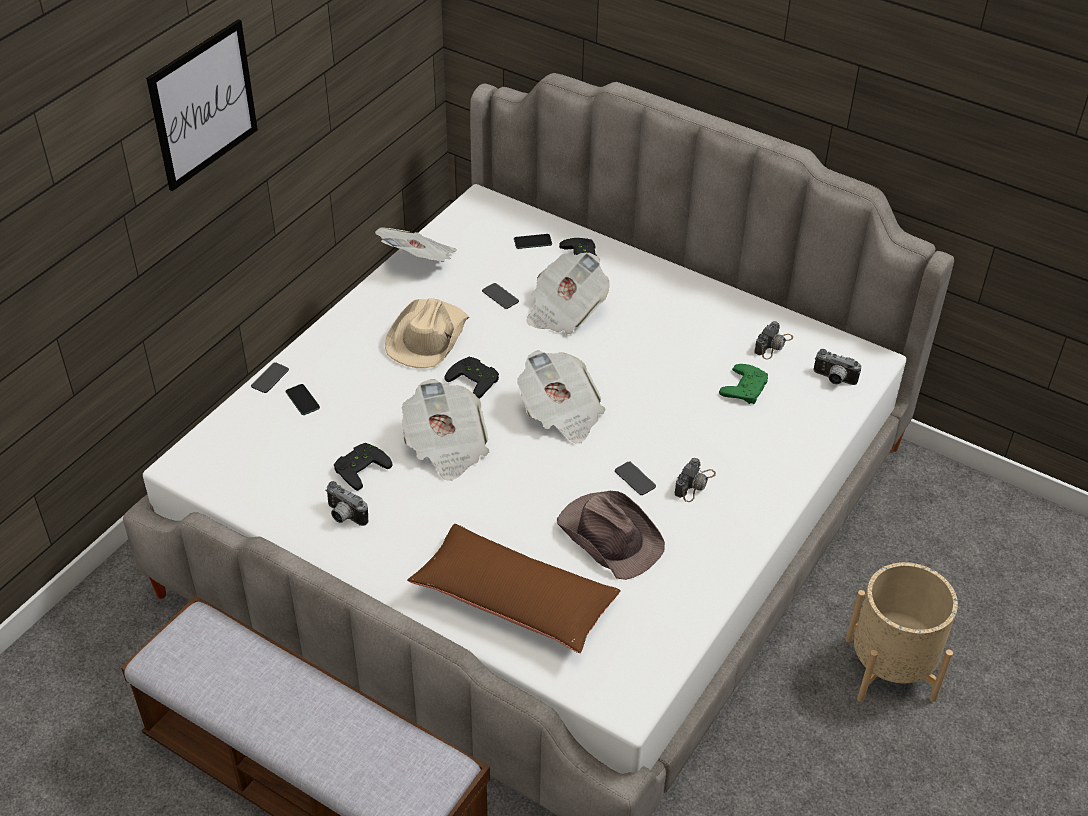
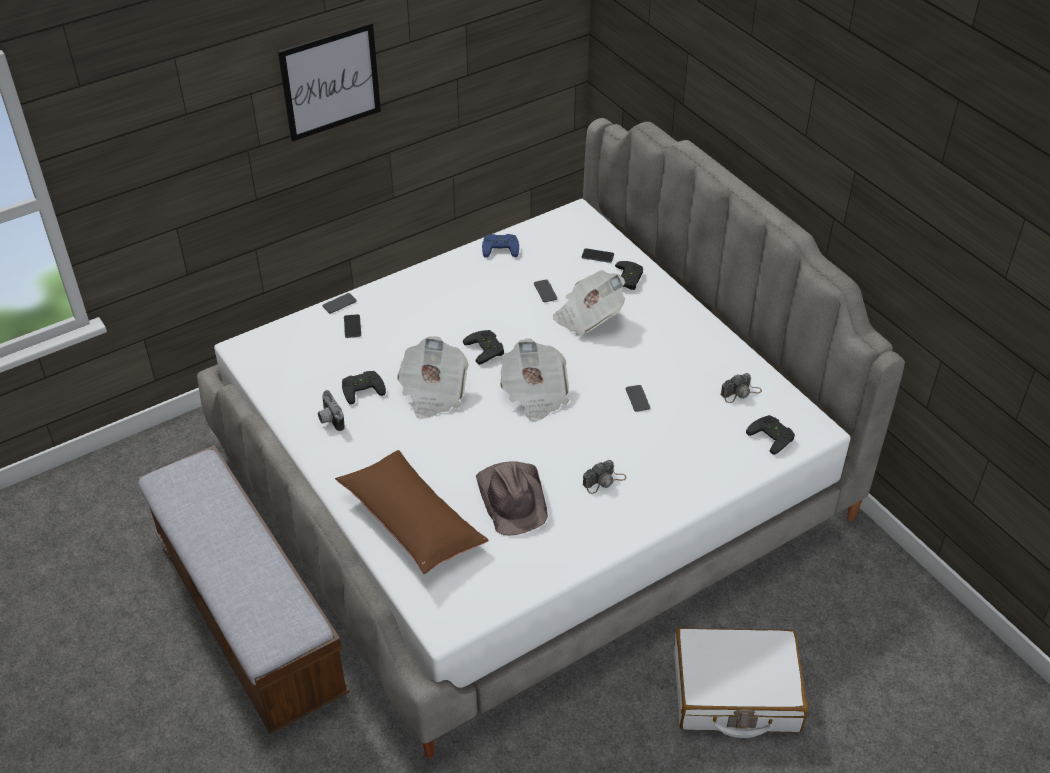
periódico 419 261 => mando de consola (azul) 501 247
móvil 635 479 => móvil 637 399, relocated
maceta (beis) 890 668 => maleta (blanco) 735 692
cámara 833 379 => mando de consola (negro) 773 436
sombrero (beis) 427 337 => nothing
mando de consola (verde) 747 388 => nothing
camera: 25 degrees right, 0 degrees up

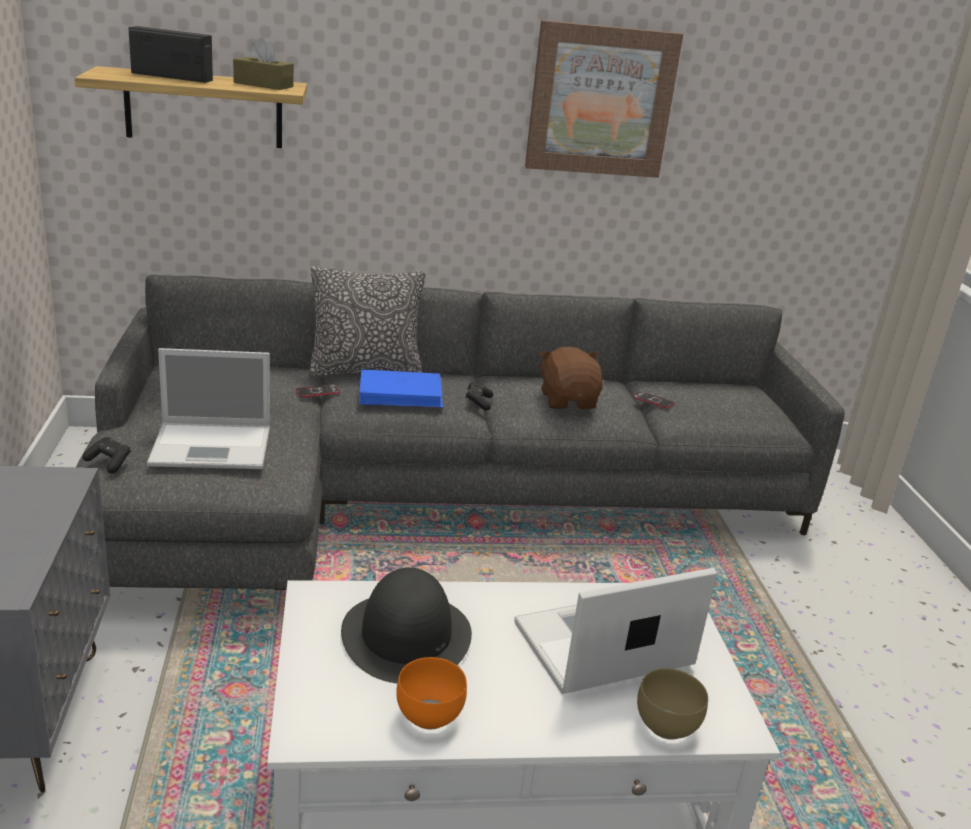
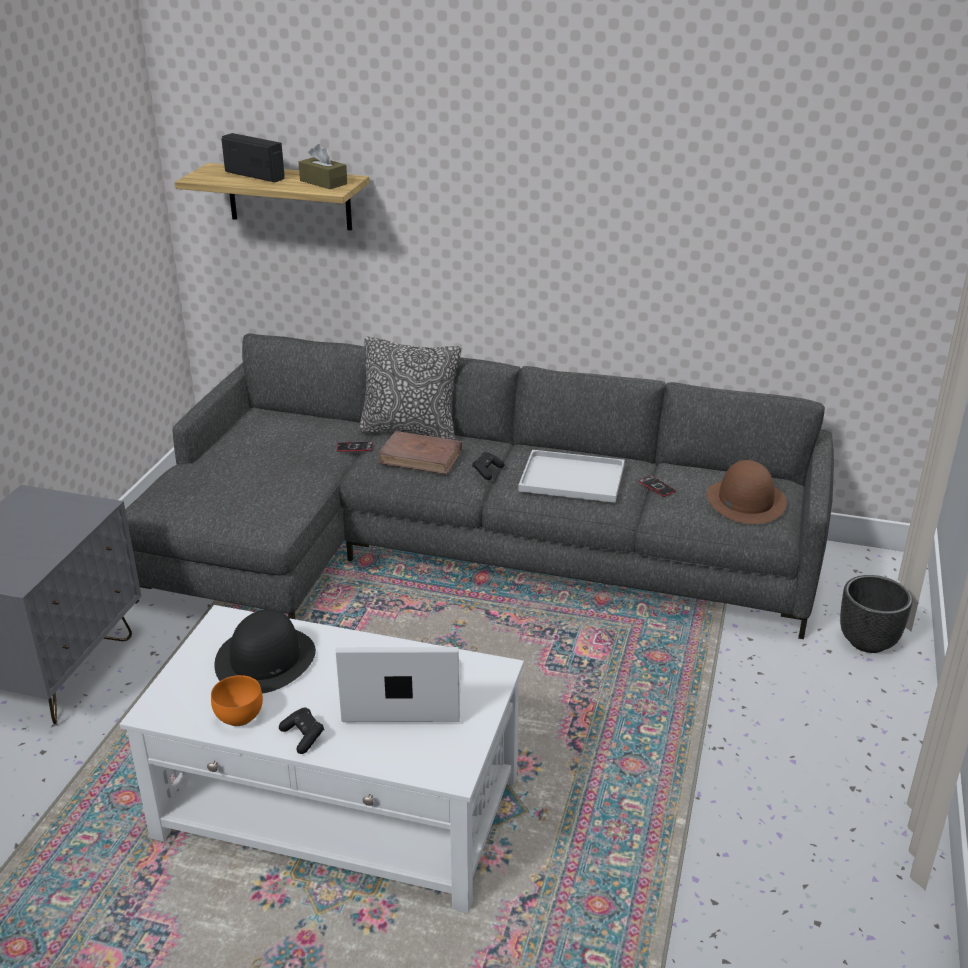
mando de consola (negro) 109 462 => mando de consola (negro) 303 736, relocated
libro (azul) 401 394 => libro (marrón) 420 457
peluche (marrón) 568 401 => bandeja (blanco) 570 478
nothing => sombrero (marrón) 745 500
nothing => maceta (negro) 868 642
portátil 214 446 => nothing
cuadro 600 101 => nothing
cuenco (marrón) 668 724 => nothing
camera: 25 degrees right, 5 degrees up

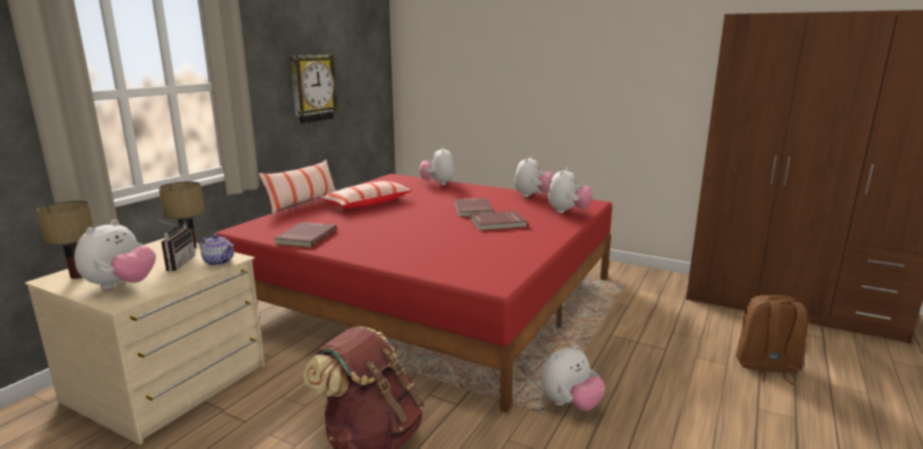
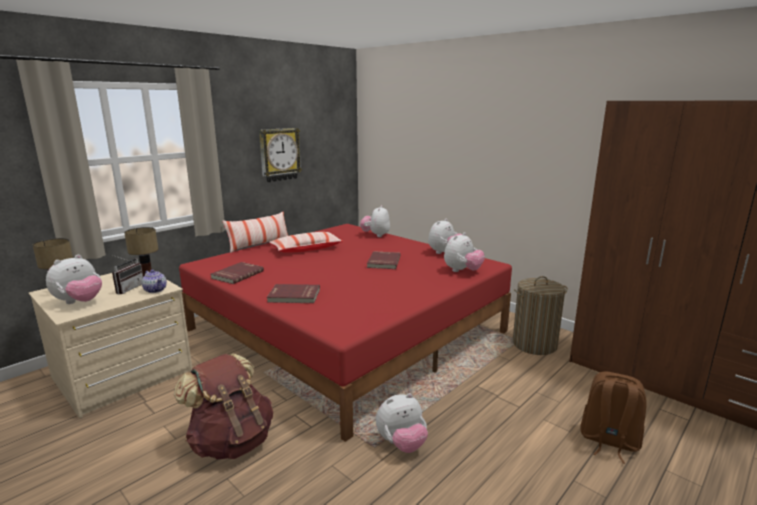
libro (rojo) 498 223 => libro (rojo) 294 296, relocated
nothing => cesto de la ropa 534 344
camera: 15 degrees right, 0 degrees up

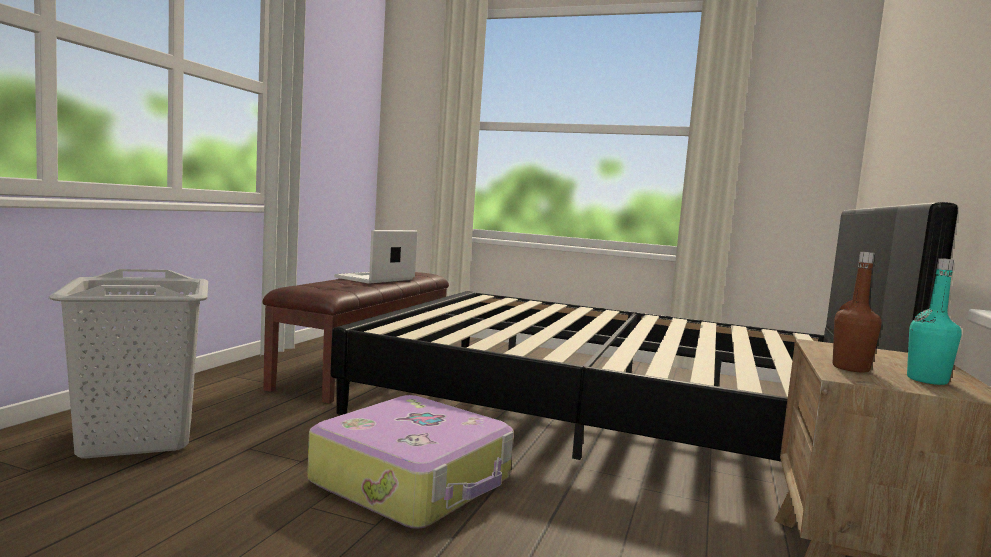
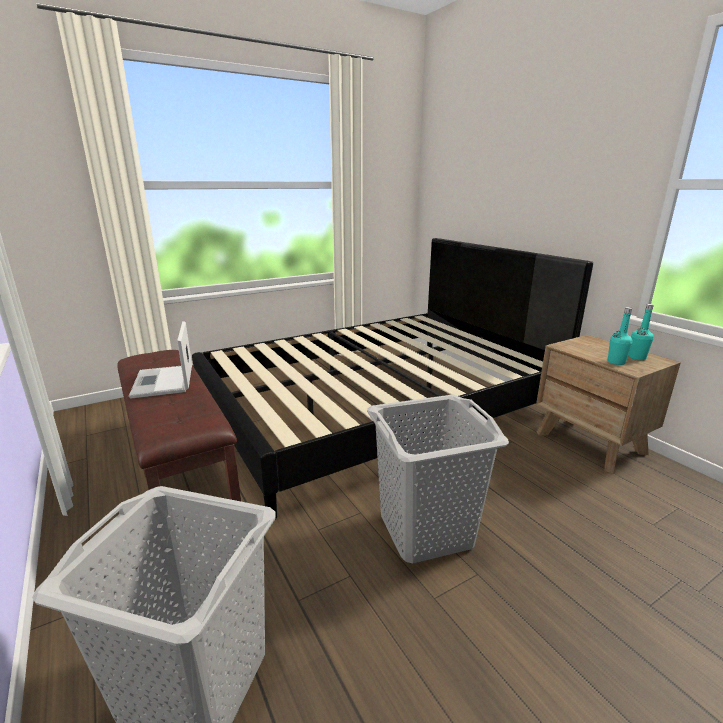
maleta 414 481 => cesto de la ropa (gris) 425 530
botella (marrón) 850 368 => botella (turquesa) 616 362
camera: 50 degrees left, 15 degrees up

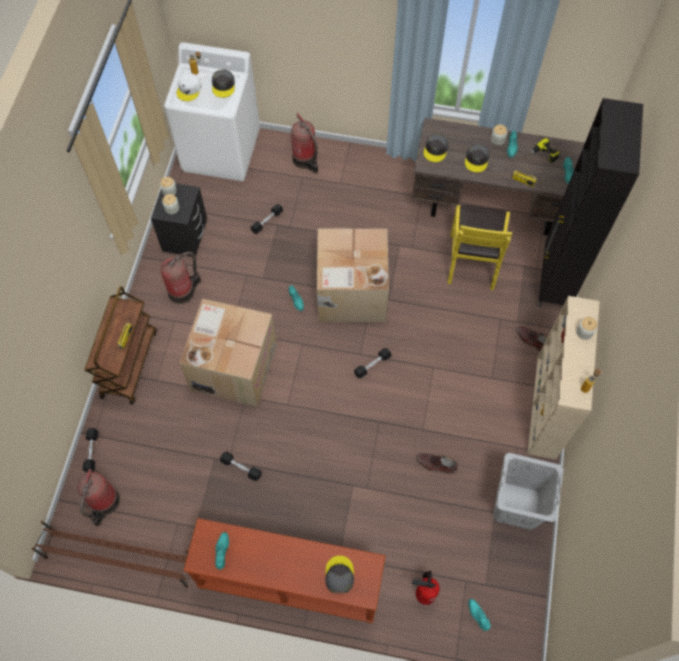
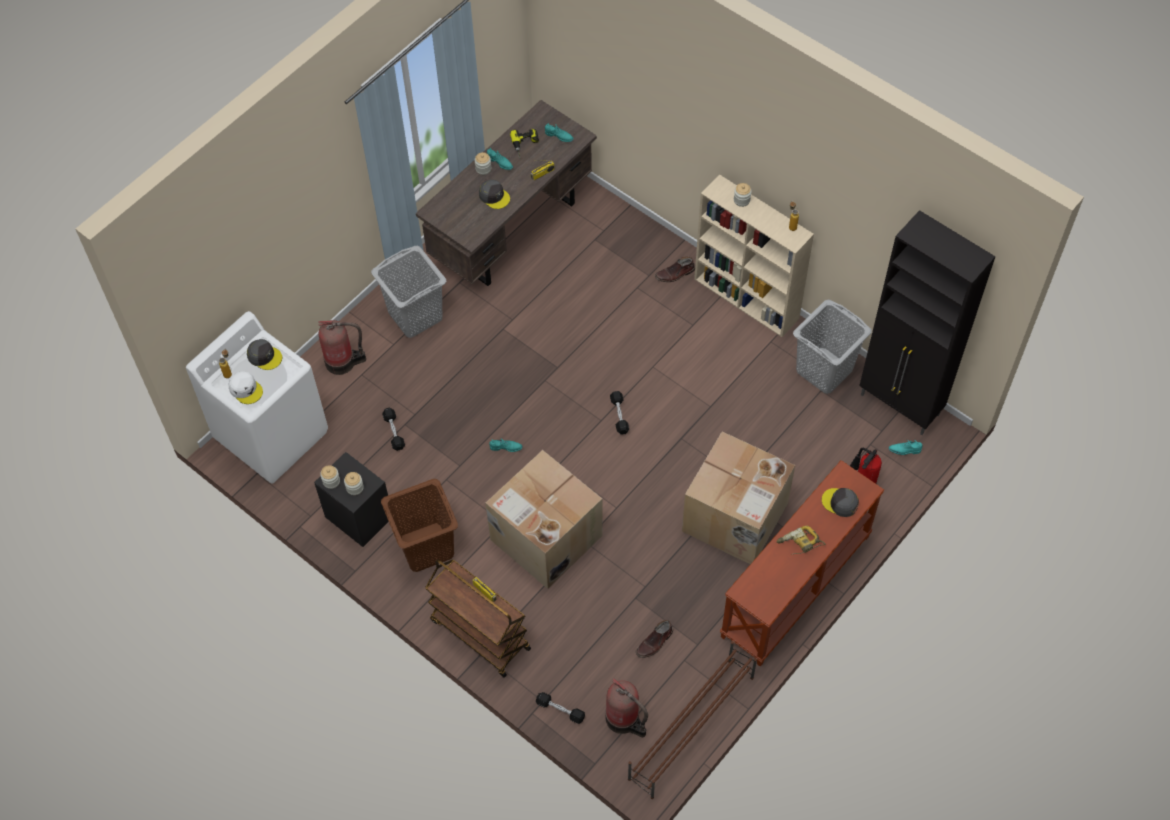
nothing => cesto de la ropa (gris) 415 315
extintor 183 290 => cesto de la ropa (marrón) 425 547
bota (marrón) 436 464 => bota (marrón) 655 642, relocated
caja de cartón 350 293 => caja de cartón 735 518, relocated
nothing => taladro 799 544
armario (negro) 553 282 => armario (negro) 900 405, relocated
zapato (turquesa) 222 551 => nothing
mancuerna (negro) 241 468 => nothing
gorra (gris) 436 150 => nothing
silla (amarillo) 473 261 => nothing
camera: 60 degrees left, 5 degrees down

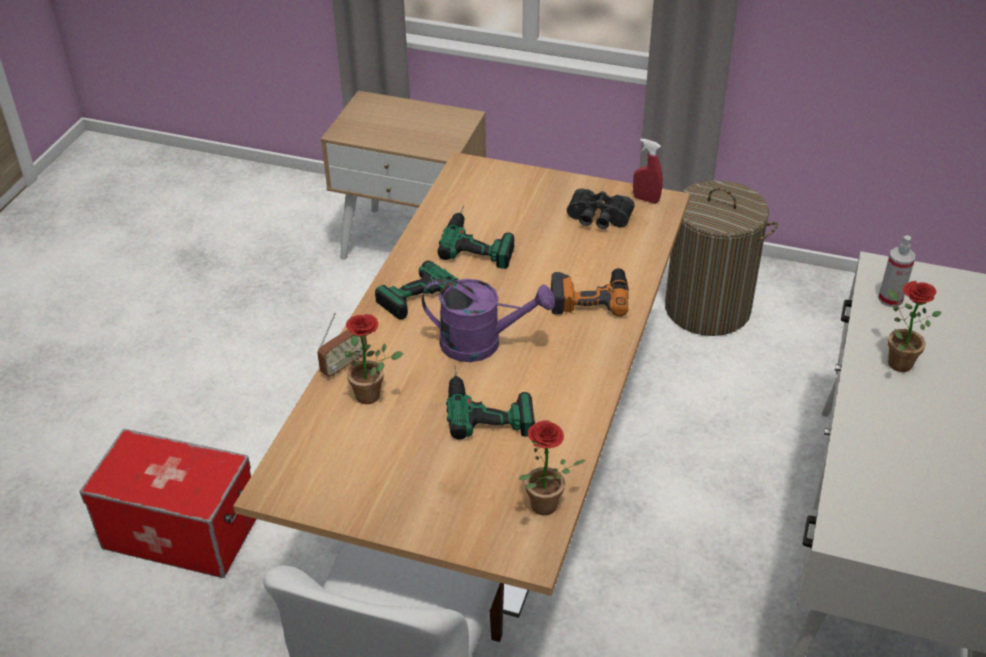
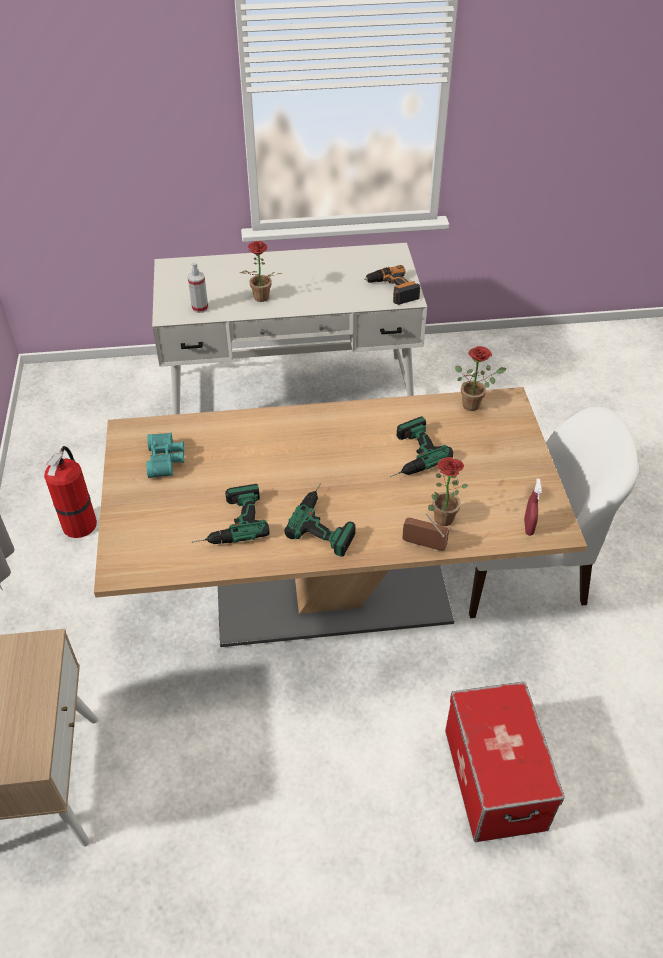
cesto de la ropa 707 308 => extintor 80 523
prismáticos (negro) 598 219 => prismáticos (turquesa) 167 460
taladro 589 297 => taladro 392 290, relocated
pulverizador (rojo) 646 199 => pulverizador (rojo) 528 527, relocated
regadera (morado) 482 343 => nothing
camera: 115 degrees left, 5 degrees up

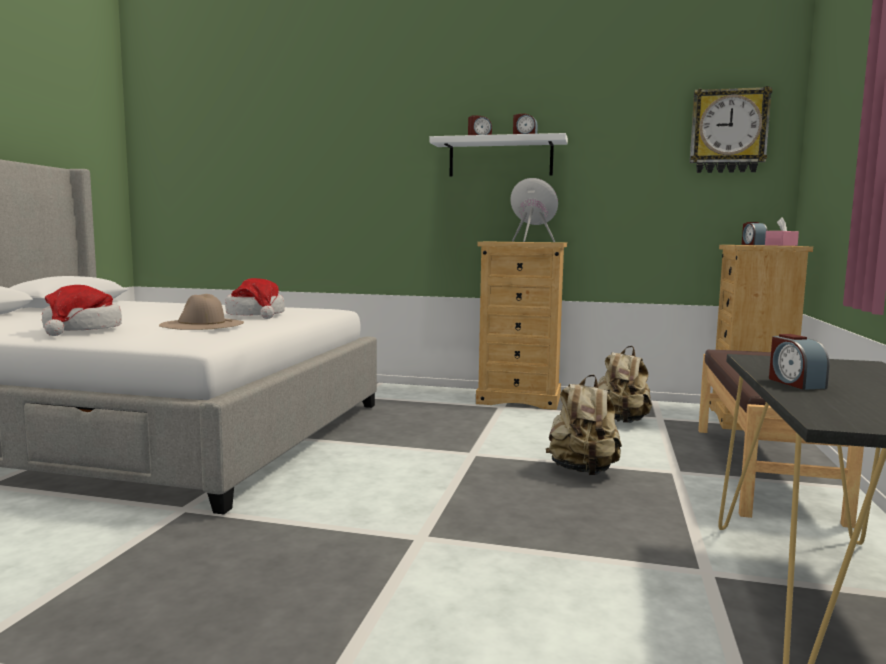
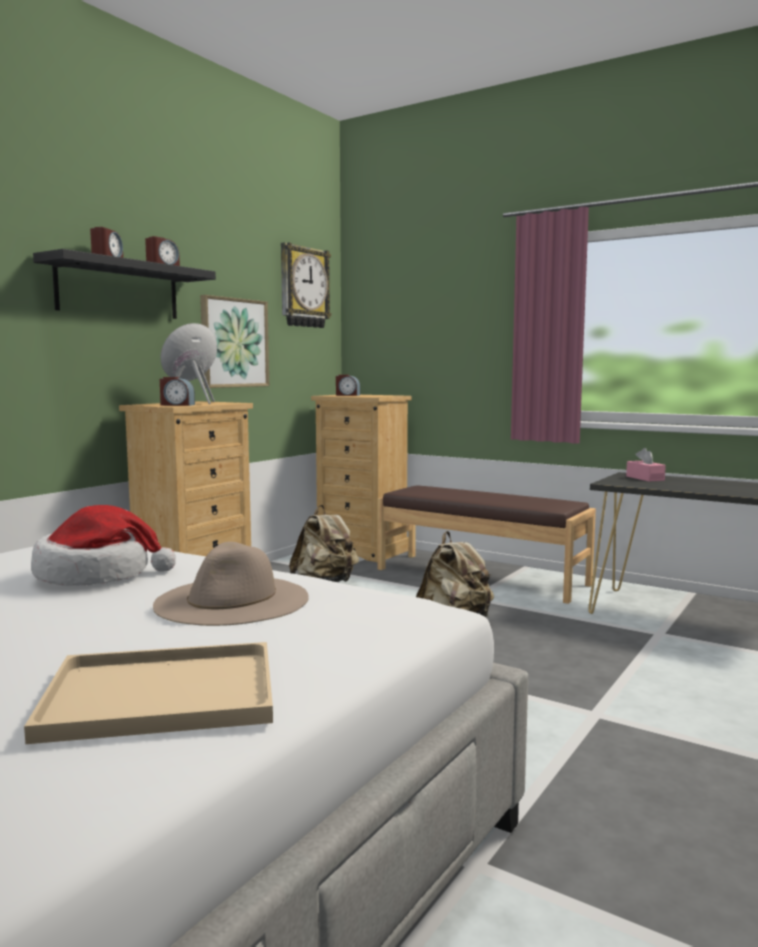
sombrero 81 329 => bandeja (beis) 167 692
estante (blanco) 500 157 => estante (negro) 118 289
despertador 795 383 => despertador 177 405, relocated
nothing => cuadro 234 343
caja de pañuelos (rosa) 781 245 => caja de pañuelos (rosa) 645 478, relocated
camera: 70 degrees left, 0 degrees up

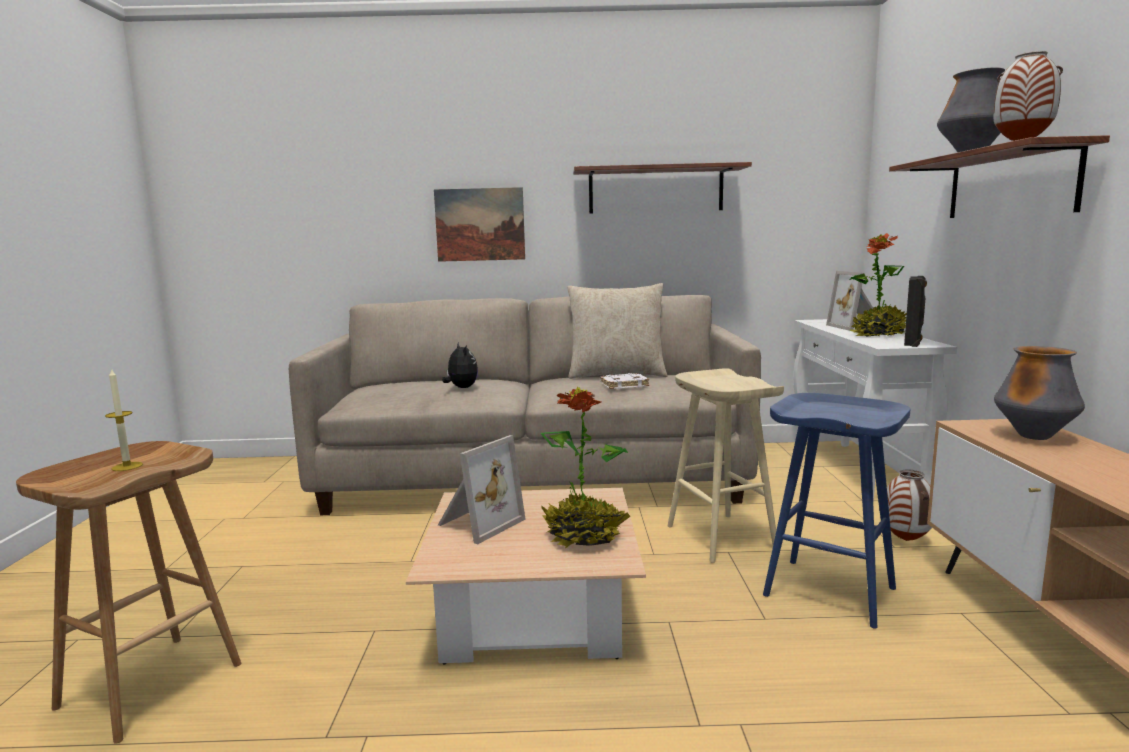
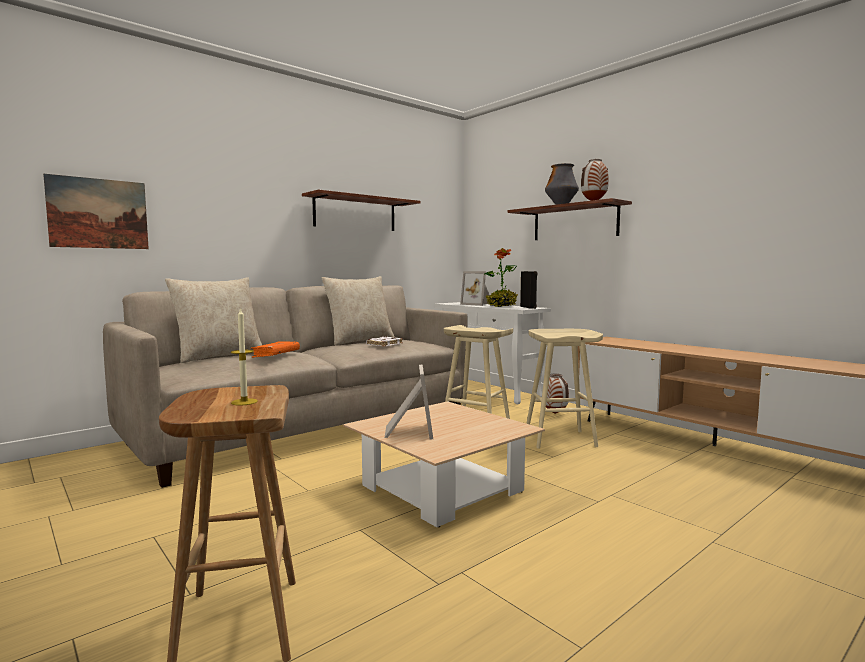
cuadro 480 224 => cuadro 98 213, relocated
nothing => cojín (beis) 219 357
peluche 461 388 => libro (naranja) 276 355
taburete (azul) 831 591 => taburete (beis) 560 439
planta en maceta 584 537 => nothing
florero 1034 436 => nothing
camera: 40 degrees left, 5 degrees down

